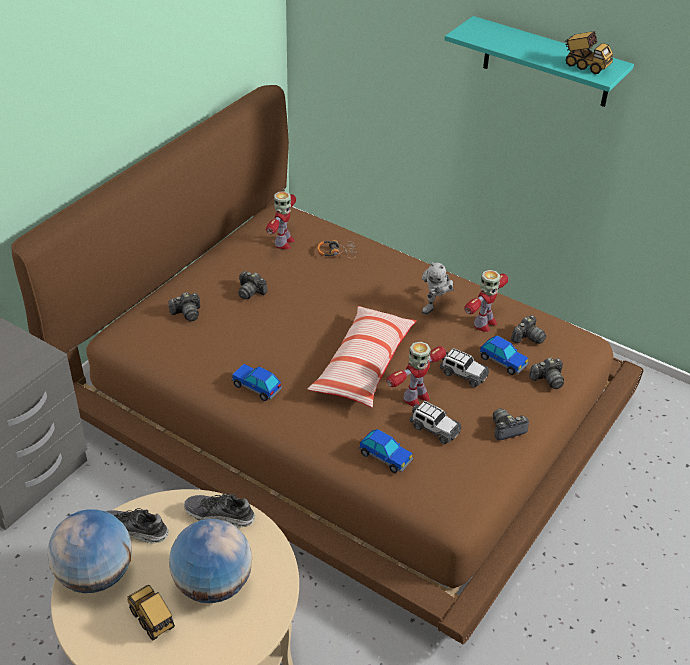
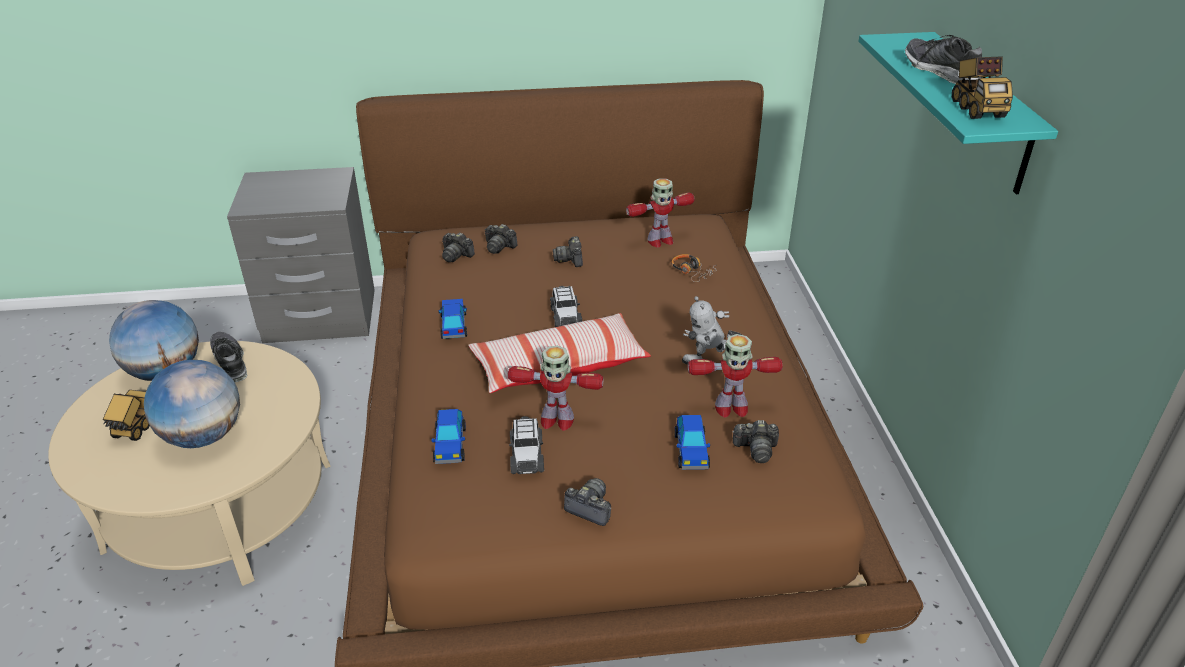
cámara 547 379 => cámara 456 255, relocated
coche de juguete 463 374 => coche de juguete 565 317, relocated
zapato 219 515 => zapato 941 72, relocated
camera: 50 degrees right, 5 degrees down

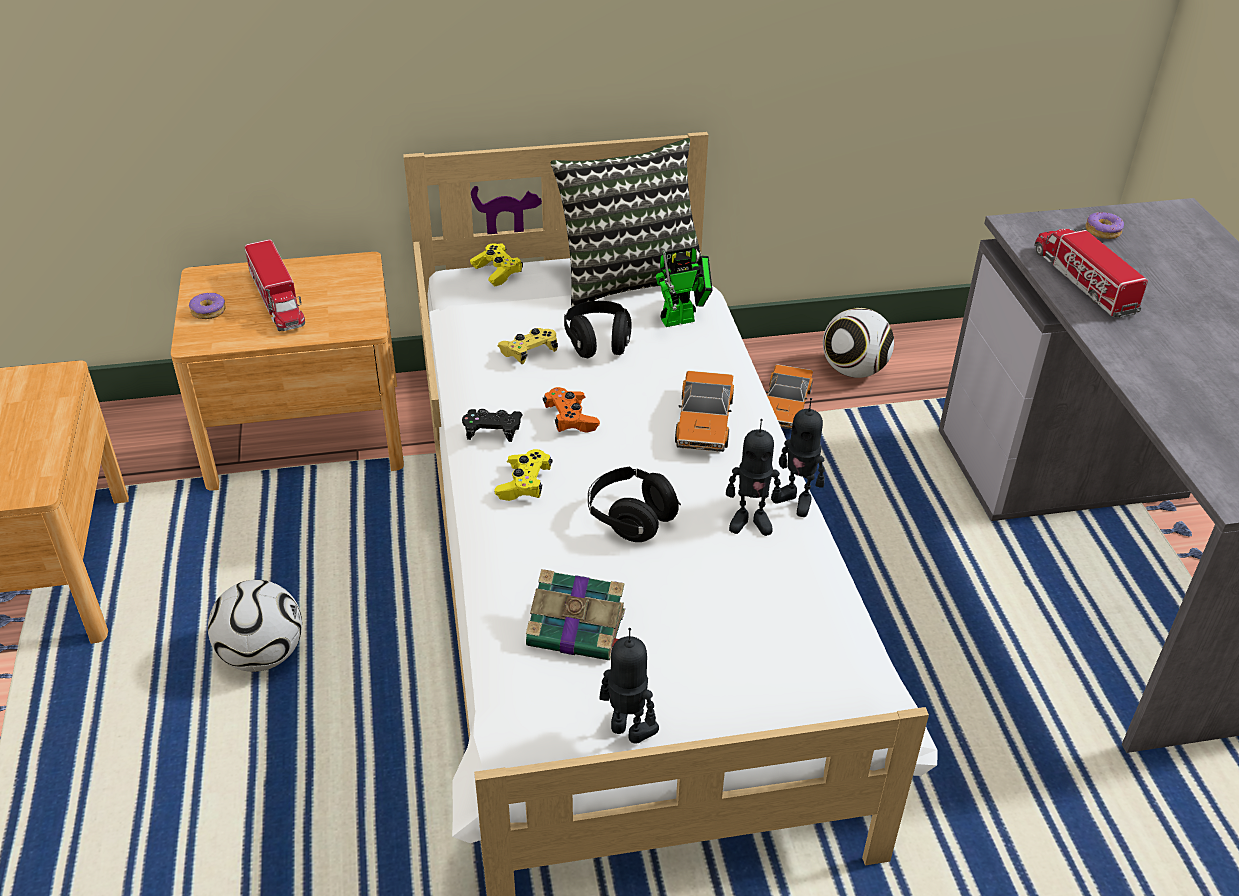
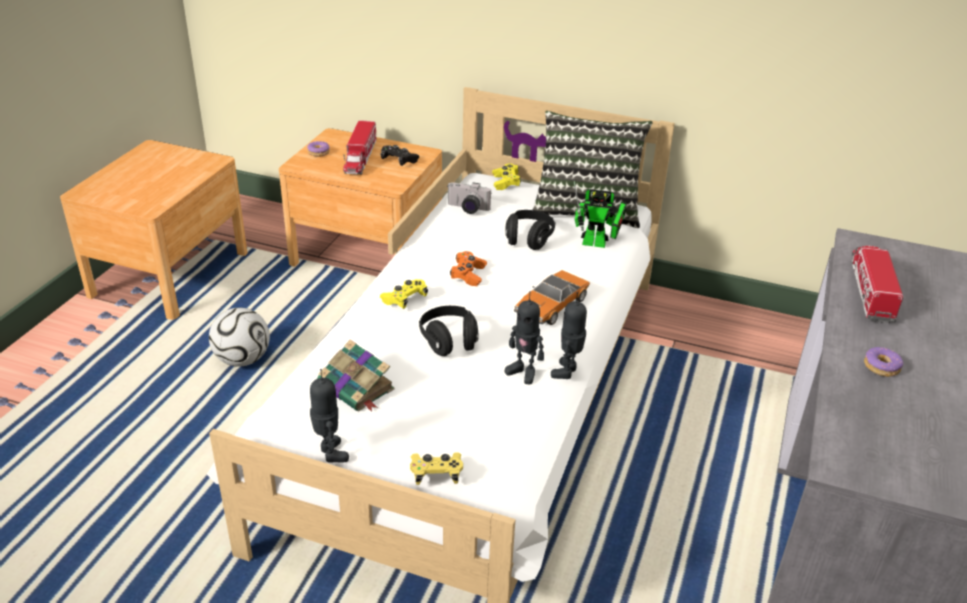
mando de consola (negro) 492 432 => mando de consola (negro) 399 161, relocated
mando de consola (amarillo) 529 352 => mando de consola (amarillo) 436 474, relocated
nothing => cámara 467 209
robot de juguete 796 500 => robot de juguete 567 372, 45 degrees clockwise
rosquilla 1103 231 => rosquilla 881 367, relocated
coche de juguete 785 407 => nothing
balón de fútbol 853 371 => nothing
camera: 30 degrees right, 5 degrees down

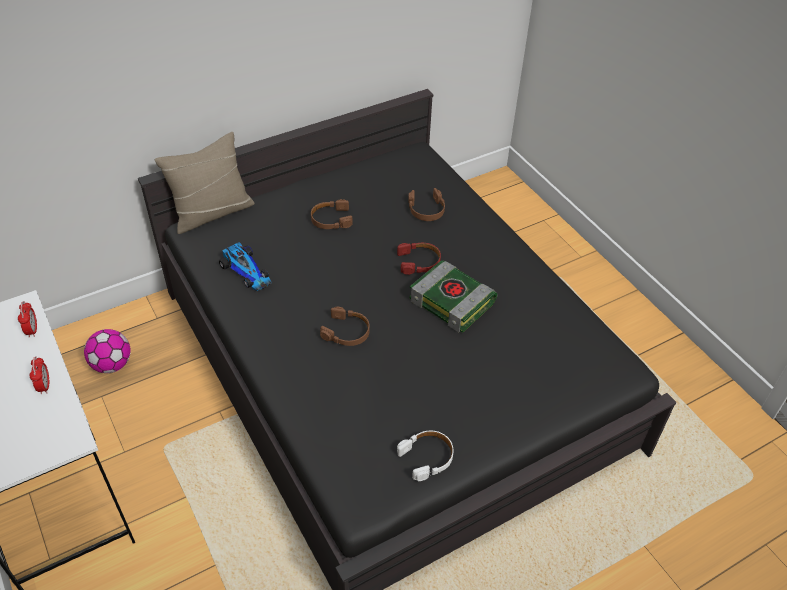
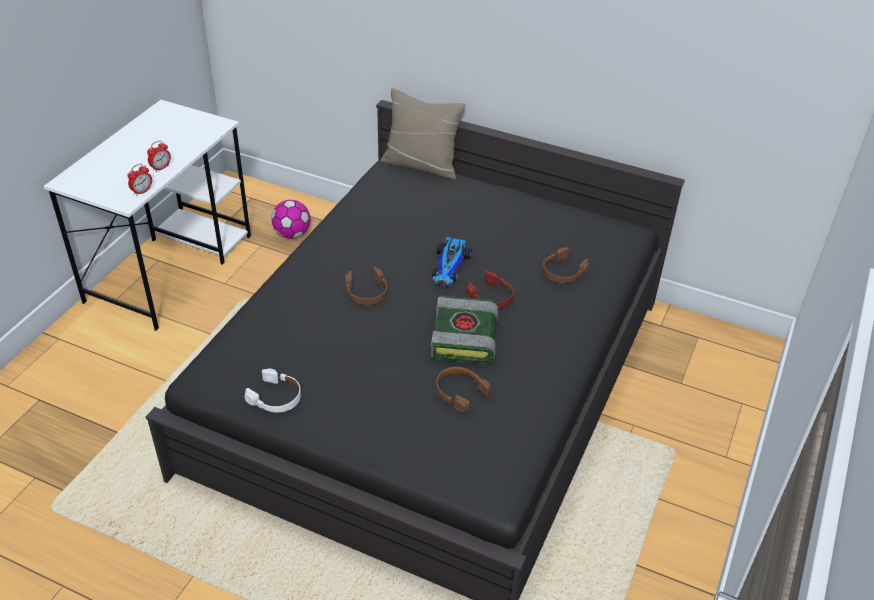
despertador 32 330 => despertador 142 191, relocated
coche de juguete 247 271 => coche de juguete 449 267, relocated
auriculares (marrón) 331 219 => auriculares (marrón) 460 392, relocated
camera: 55 degrees right, 5 degrees down

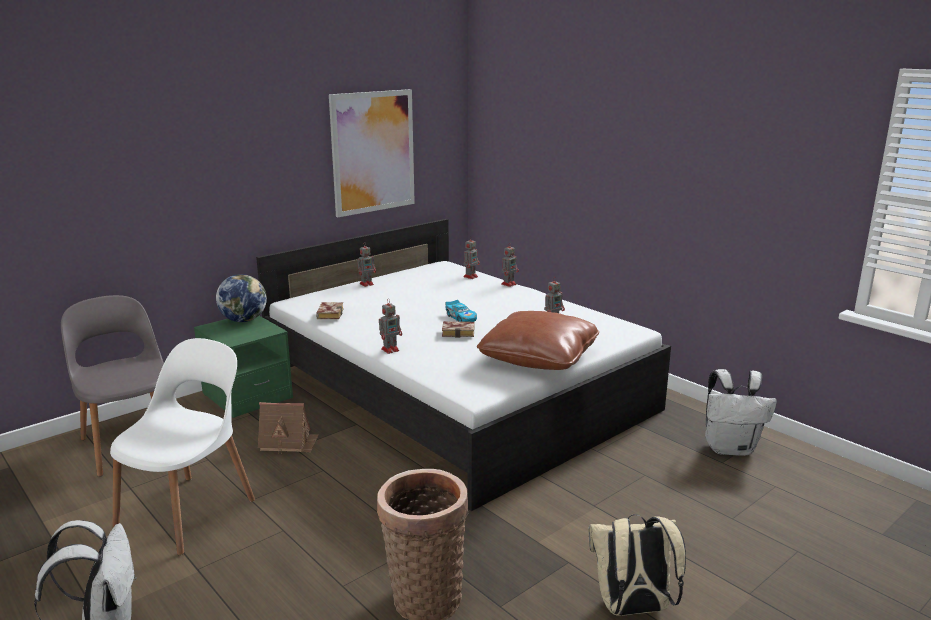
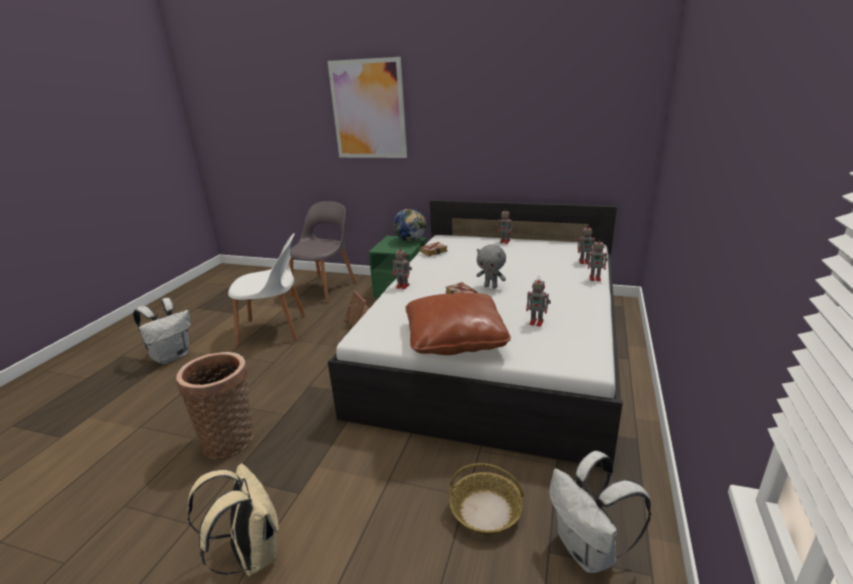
cuadro 373 152 => cuadro 368 110, relocated
nothing => cesta 486 511
coche de juguete 461 318 => peluche (gris) 491 286
camera: 60 degrees right, 5 degrees up

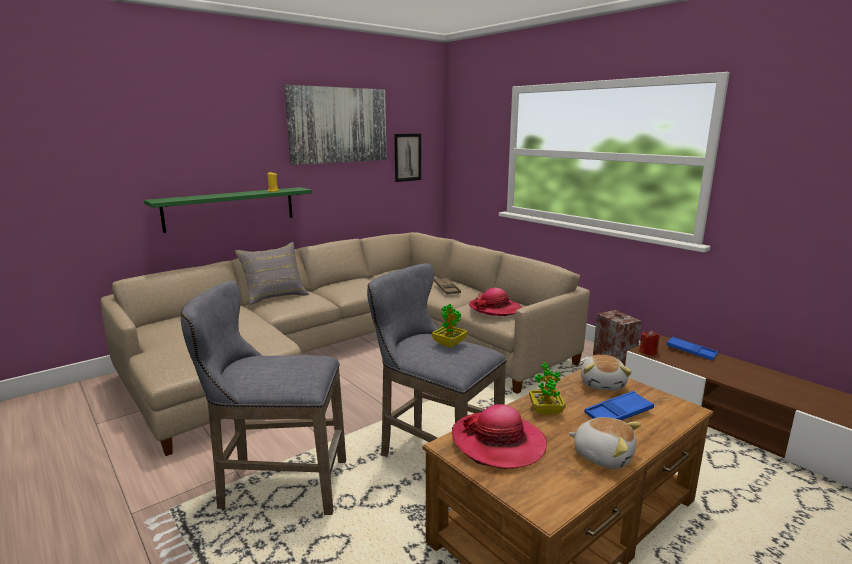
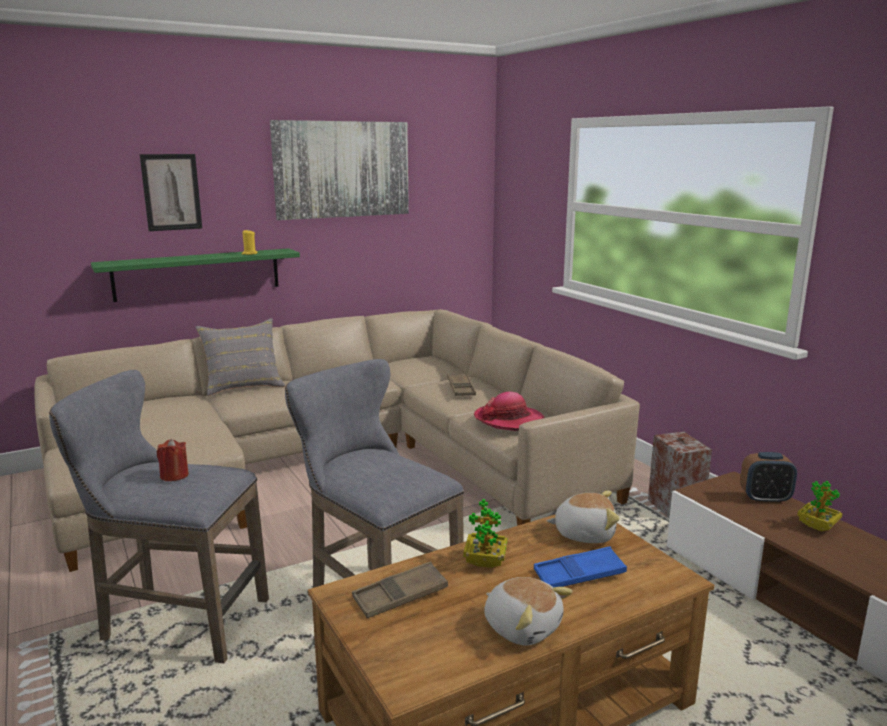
cuadro 407 157 => cuadro 171 192, relocated
vela (rojo) 648 352 => vela (rojo) 174 475, relocated
sombrero 498 442 => bandeja (marrón) 400 596
peluche 603 384 => peluche 584 533, 105 degrees counterclockwise
bandeja (azul) 691 352 => despertador 765 499
planta en maceta 449 344 => planta en maceta 817 526, relocated
camera: 10 degrees right, 0 degrees up

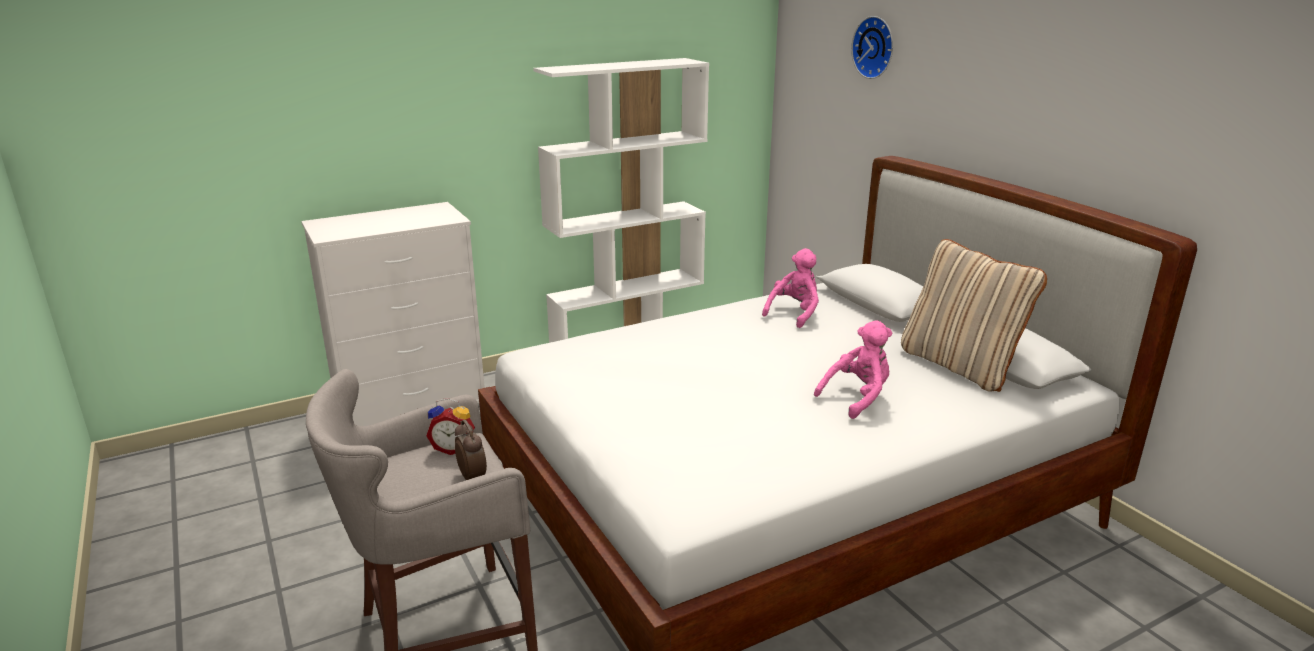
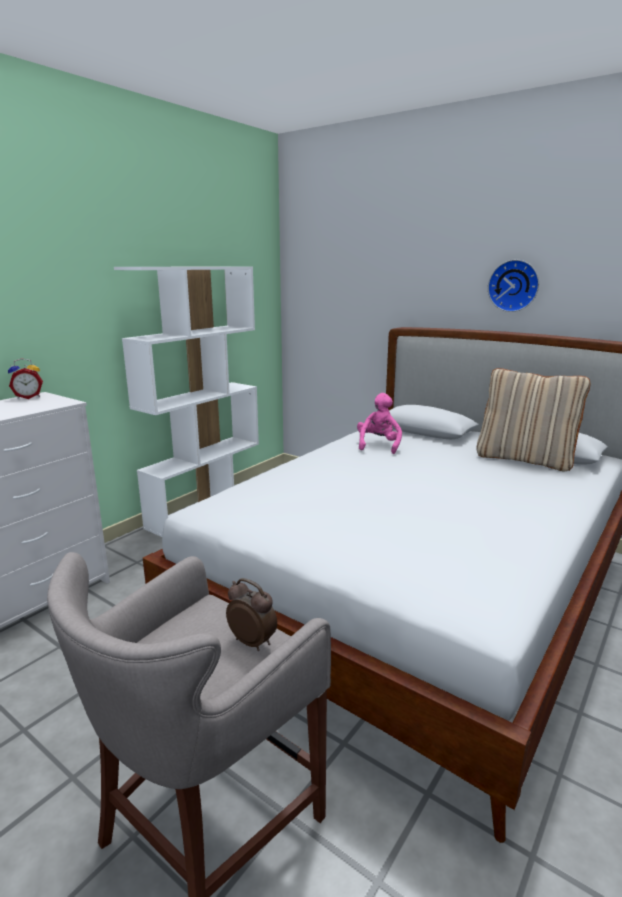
despertador 453 448 => despertador 28 397, relocated
reloj de pared 875 47 => reloj de pared 514 286, relocated
peluche (rosa) 857 398 => nothing
camera: 25 degrees left, 5 degrees down

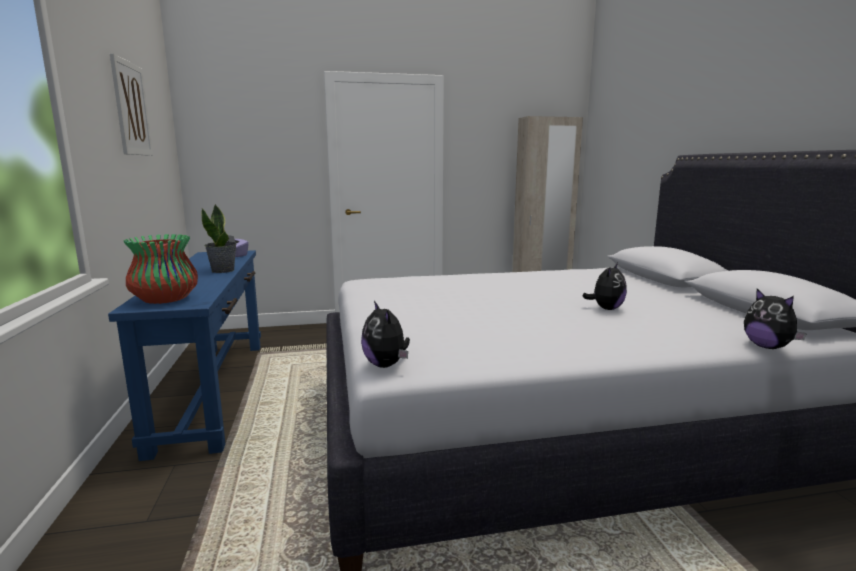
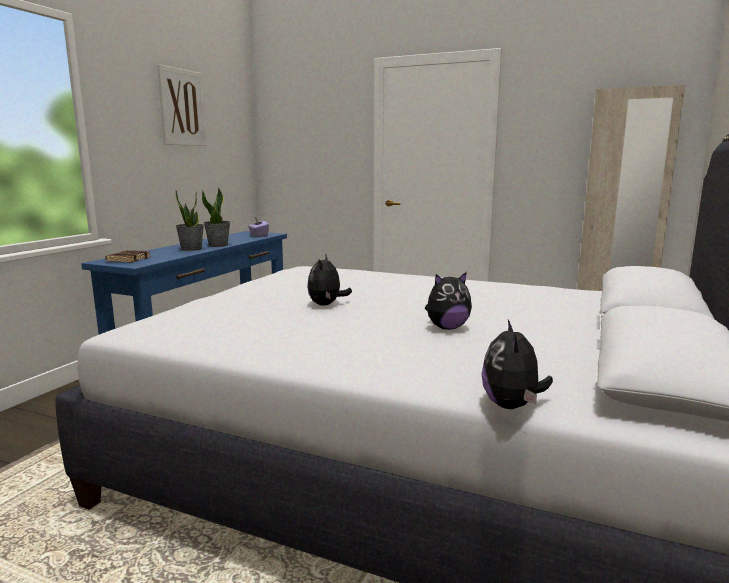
florero 165 300 => libro (marrón) 128 259
nothing => planta en maceta 191 249
peluche 386 365 => peluche 326 305, relocated
camera: 35 degrees right, 0 degrees up

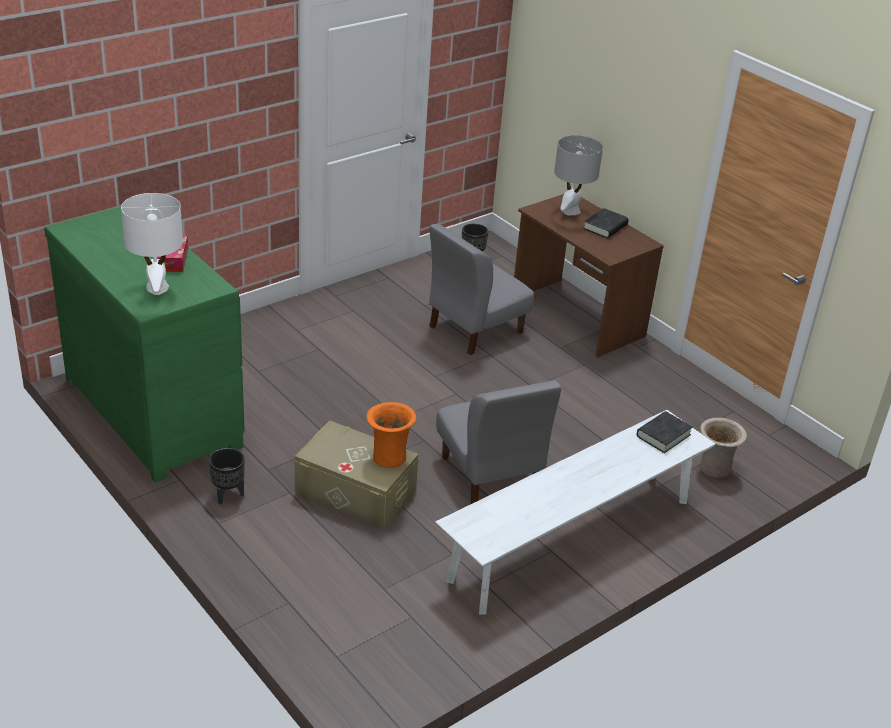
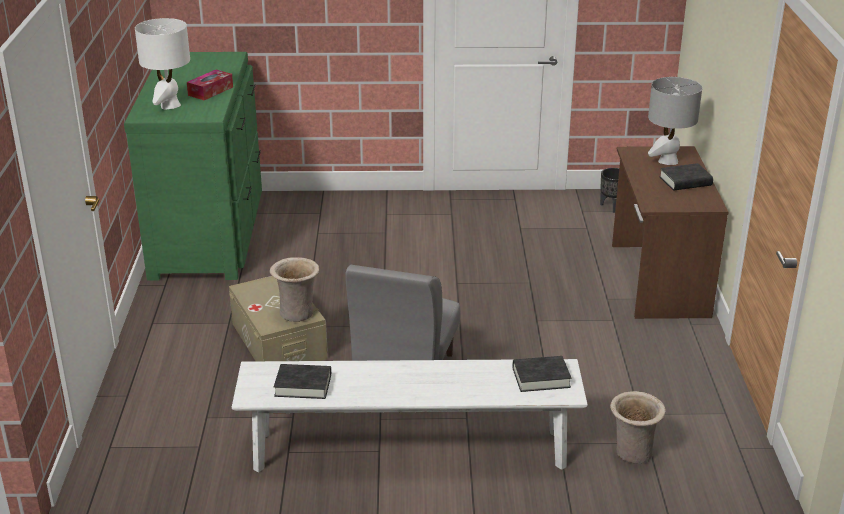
florero (naranja) 388 457 => florero (beis) 297 313
nothing => libro (negro) 303 385
maceta (negro) 228 495 => nothing
silla (gris) 474 329 => nothing
camera: 40 degrees right, 5 degrees down

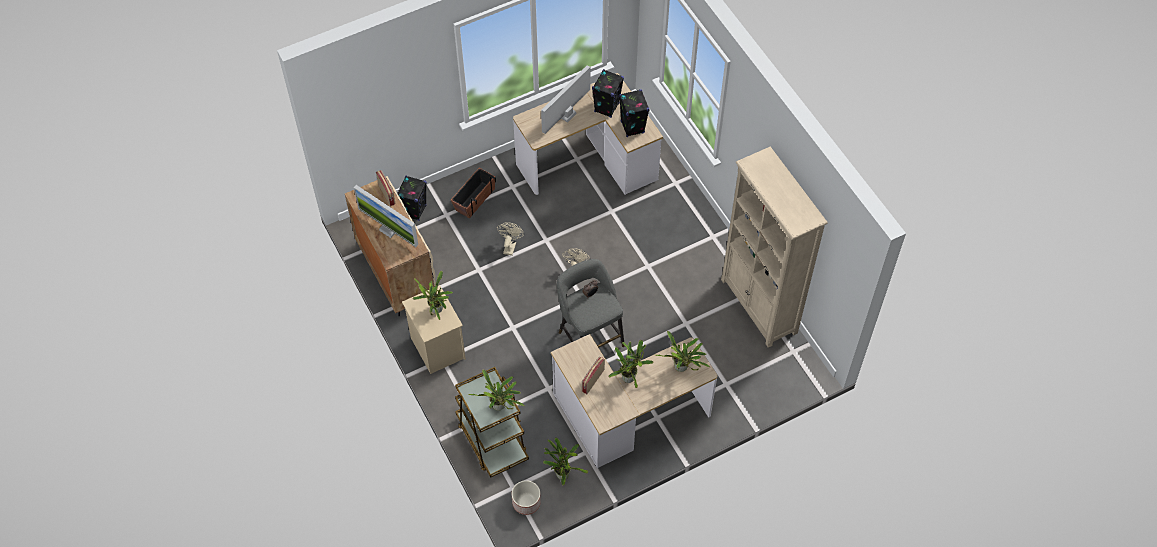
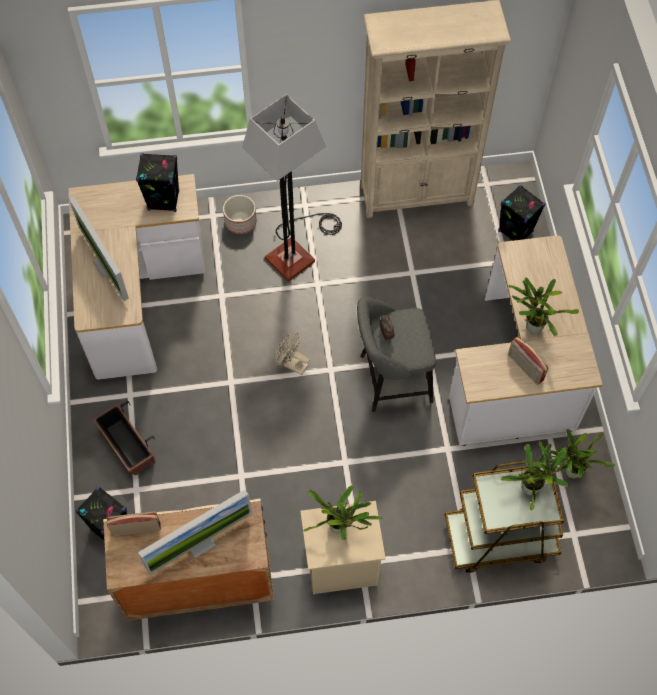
maceta 527 502 => maceta 241 222, relocated
nothing => lámpara de pie 297 250
altavoz (negro) 607 107 => altavoz (negro) 515 231, relocated
ventilador (beis) 510 246 => nothing
planta en maceta 682 368 => nothing
camera: 70 degrees left, 5 degrees up

